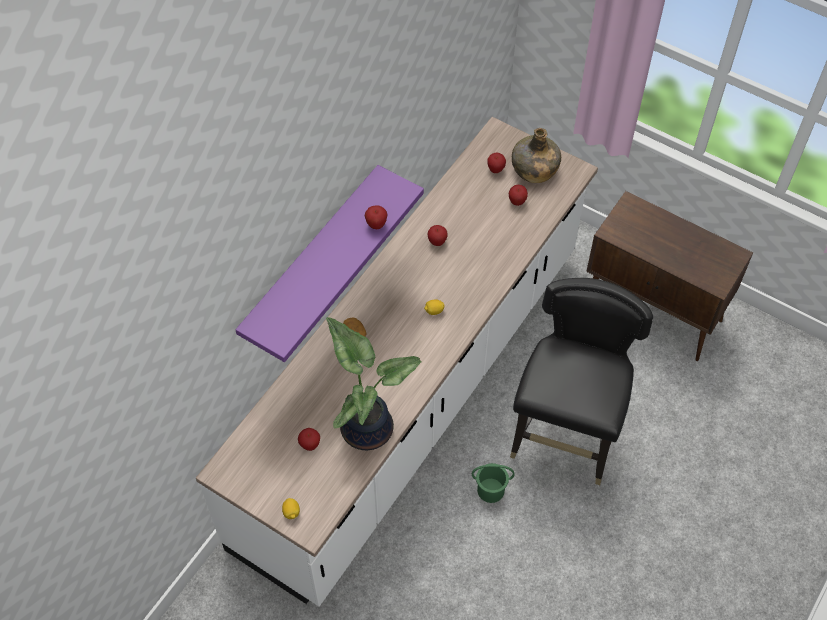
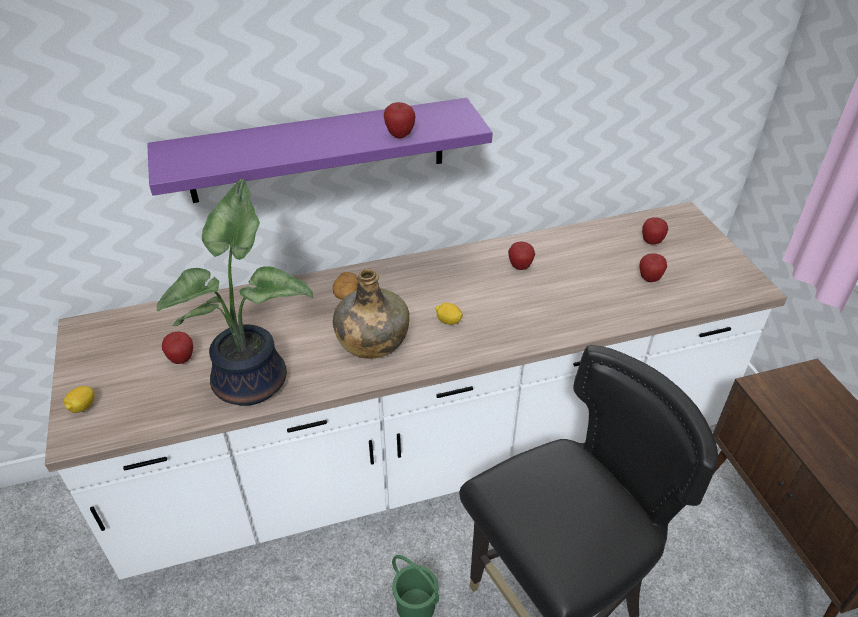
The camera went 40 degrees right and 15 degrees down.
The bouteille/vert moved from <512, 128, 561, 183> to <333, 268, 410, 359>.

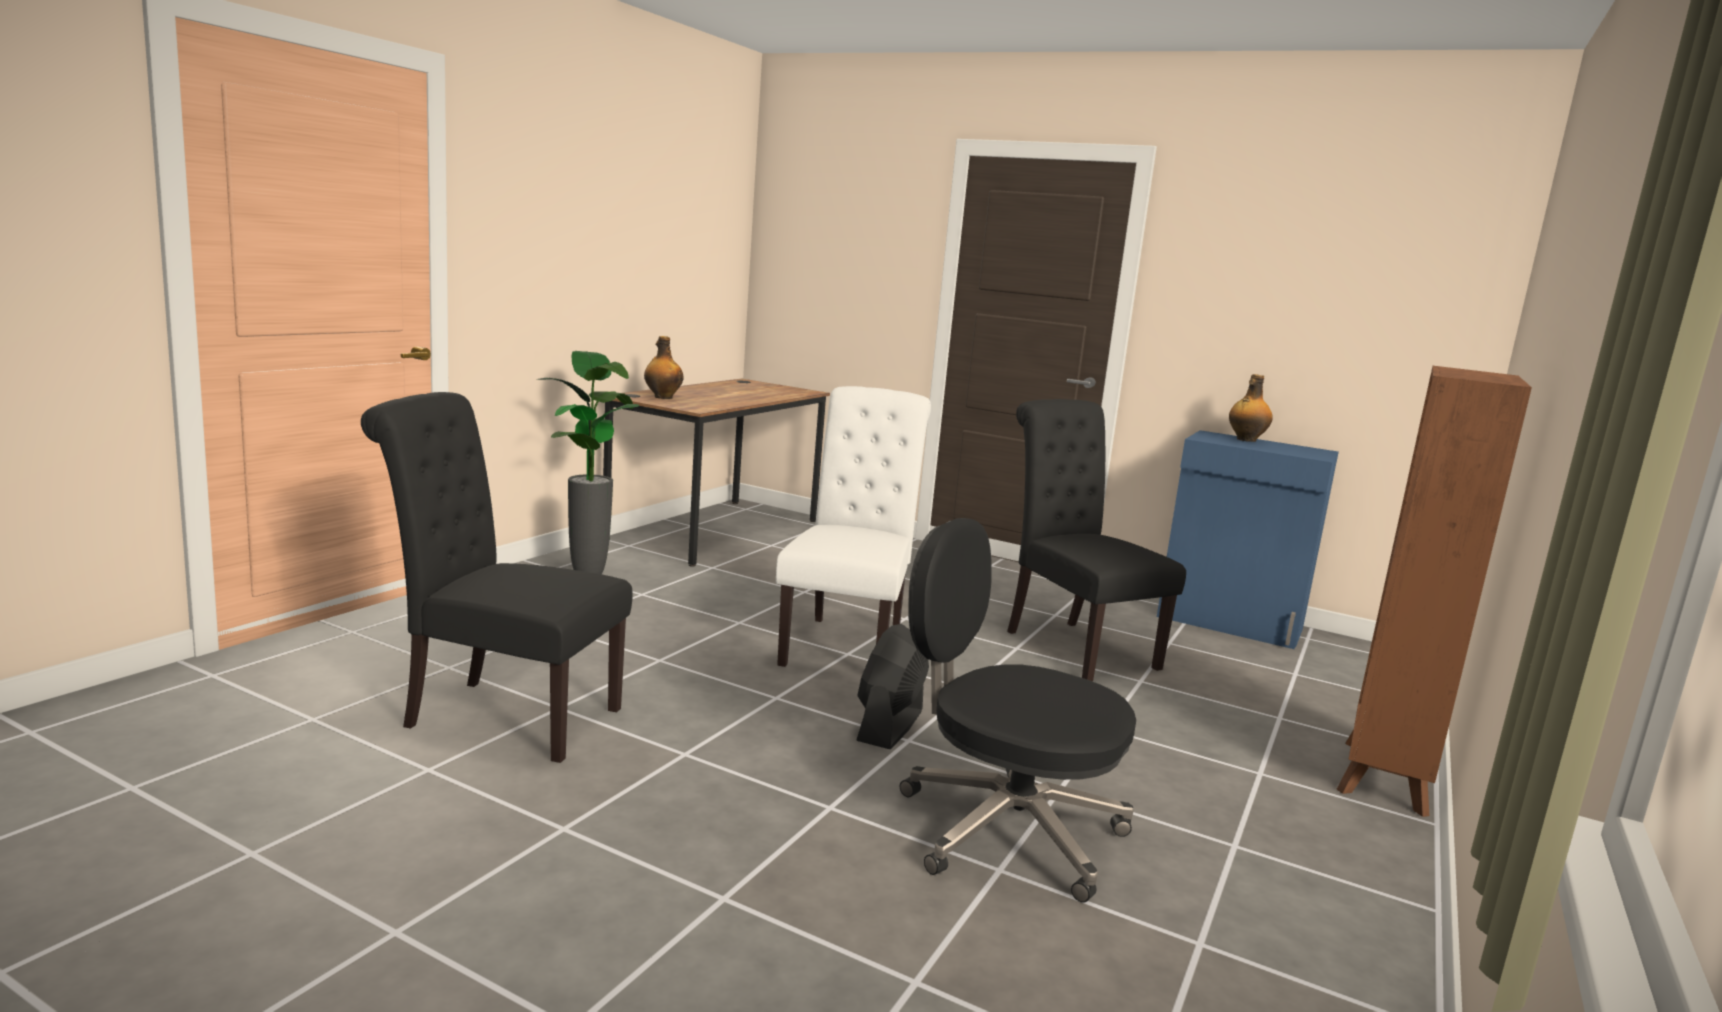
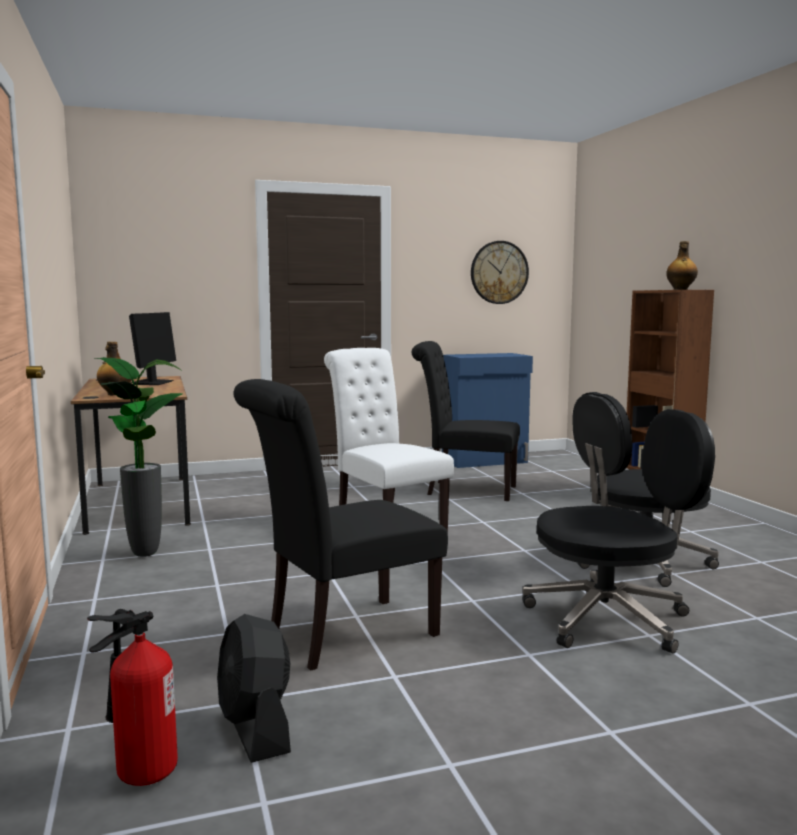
The camera went 45 degrees left and 5 degrees down.
The extincteur at <87, 609, 178, 786> appeared.
The écran d'ordinateur at <129, 312, 176, 385> appeared.
The ventilateur/noir moved from <857, 624, 929, 749> to <217, 614, 291, 763>.
The horloge murale at <471, 241, 529, 304> appeared.
The chaise de bureau/noir at <522, 409, 715, 654> appeared.
The bouteille moved from <1229, 374, 1273, 442> to <666, 241, 698, 290>.

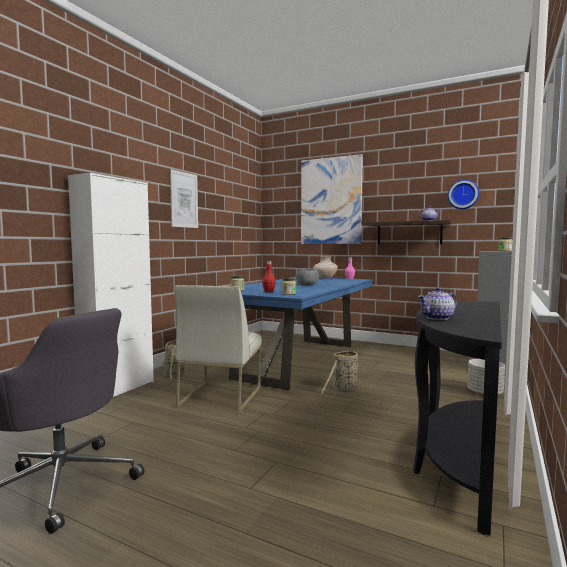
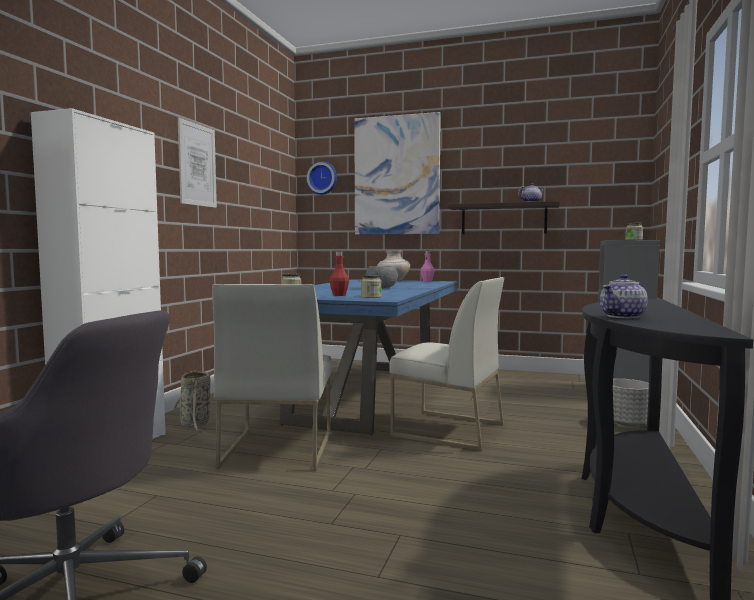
The camera went 10 degrees left and 0 degrees up.
The horloge murale moved from <448, 180, 479, 209> to <306, 161, 337, 195>.
The panier at <321, 351, 361, 398> was replaced by the chaise/blanc at <389, 277, 504, 451>.

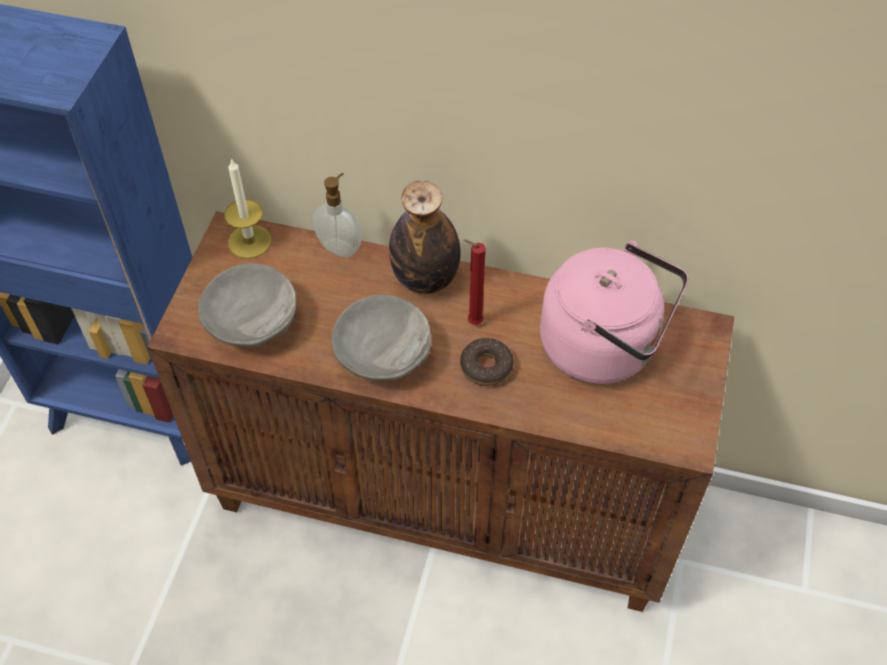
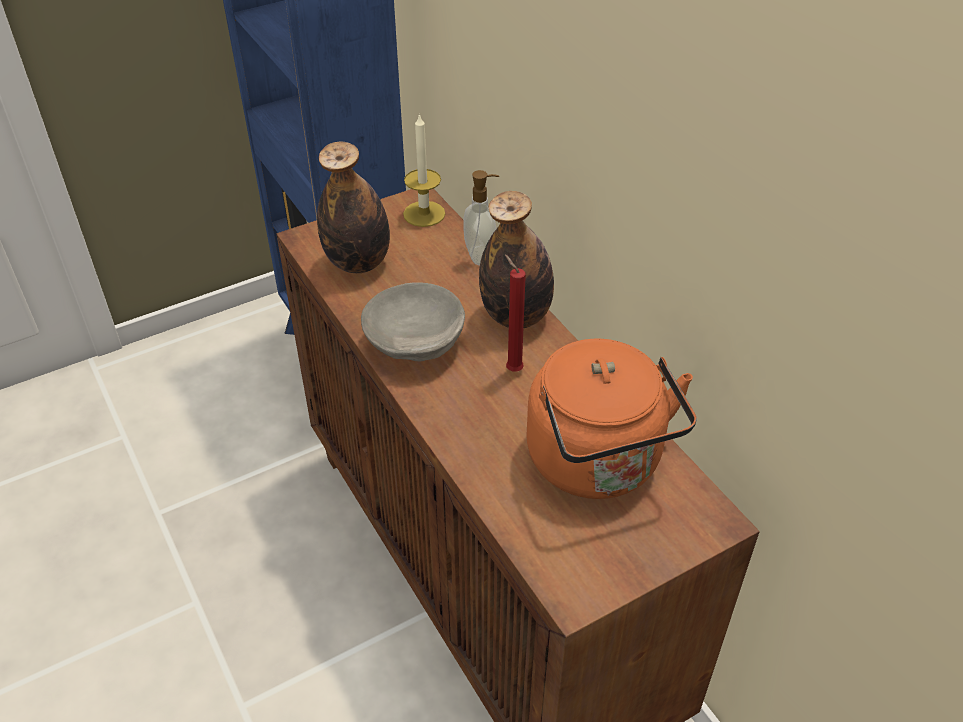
The camera went 45 degrees right and 10 degrees down.
The bol/gris at <198, 263, 296, 347> was replaced by the bouteille at <317, 142, 390, 273>.
The bouilloire/rose at <540, 241, 688, 384> became the bouilloire/orange at <527, 338, 697, 499>.
The beignet at <460, 338, 514, 386> disappeared.

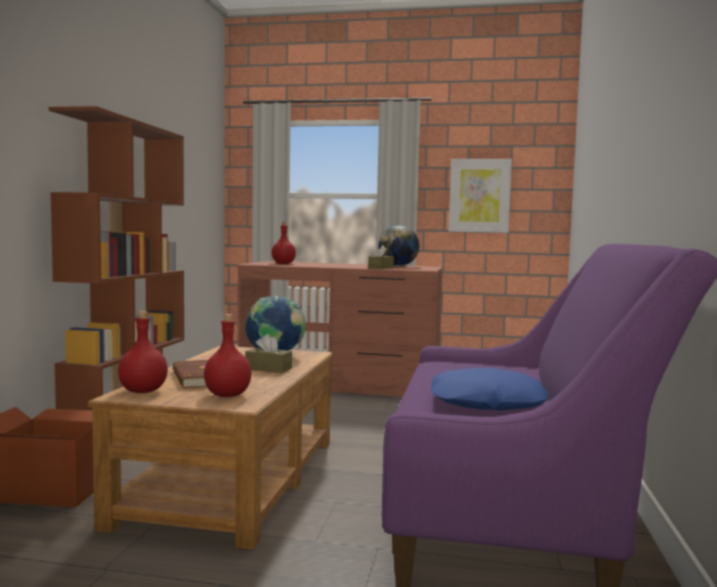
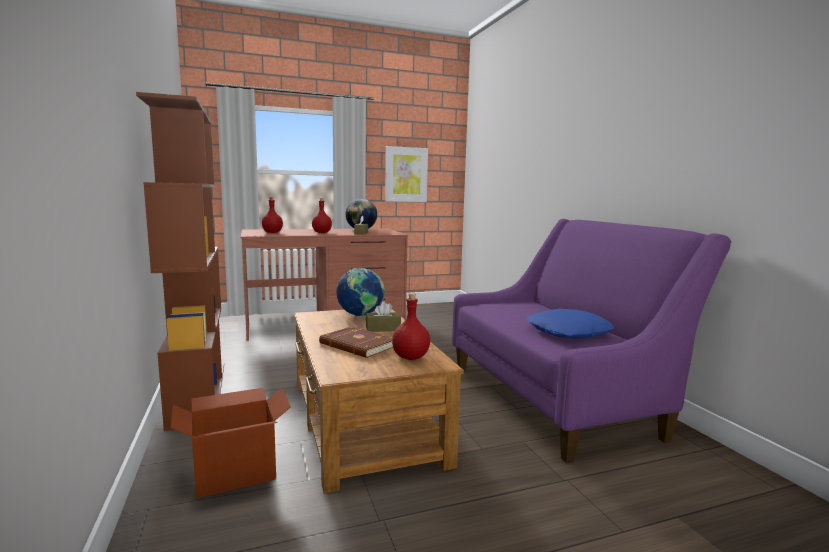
The camera went 30 degrees left and 5 degrees up.
The bouteille/rouge moved from <118, 311, 168, 393> to <312, 198, 332, 233>.

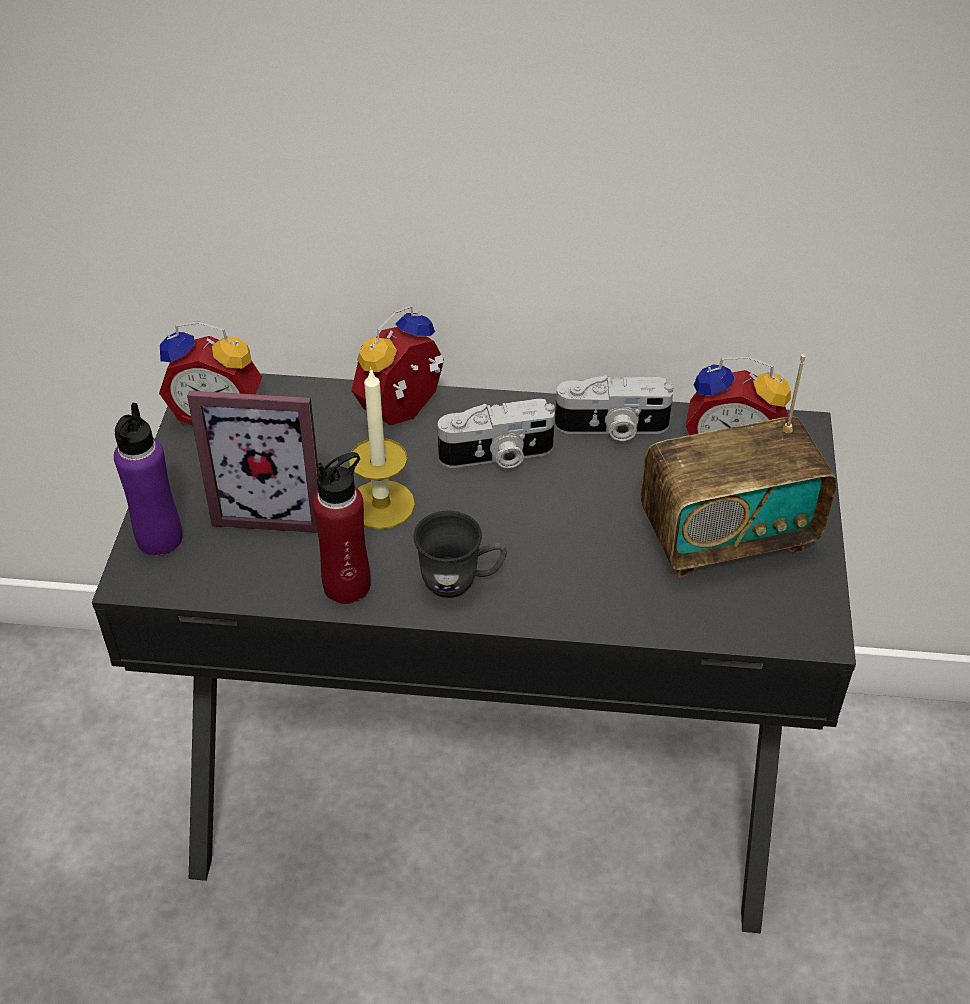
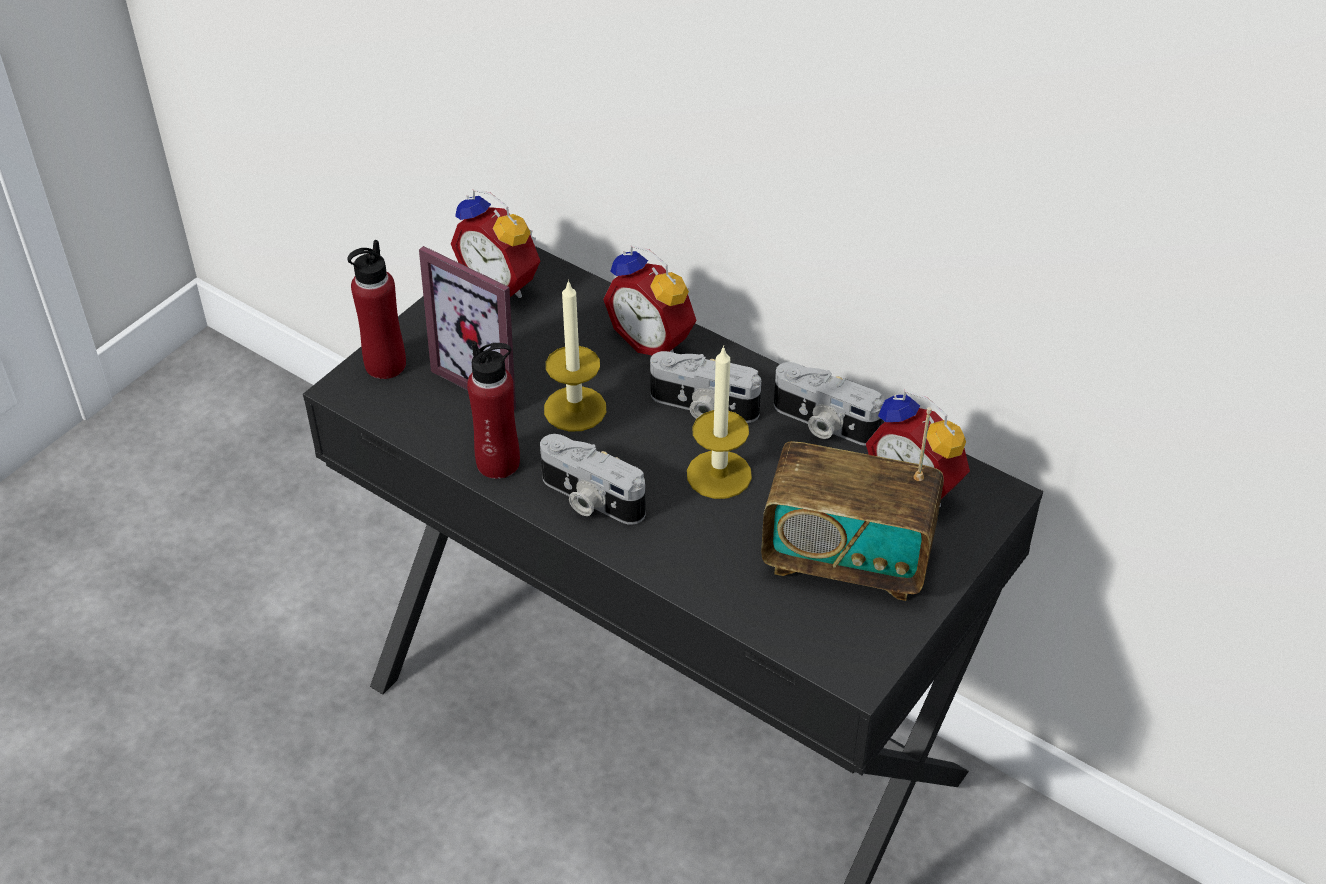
The camera went 30 degrees right and 0 degrees up.
The bouteille/violet at <114, 403, 183, 555> became the bouteille/rouge at <347, 240, 406, 379>.
The mug/gris at <413, 510, 507, 598> was replaced by the appareil photo at <540, 434, 646, 525>.
The réveil at <351, 305, 444, 426> turned 120 degrees counterclockwise.
The bougie at <687, 345, 752, 499> appeared.

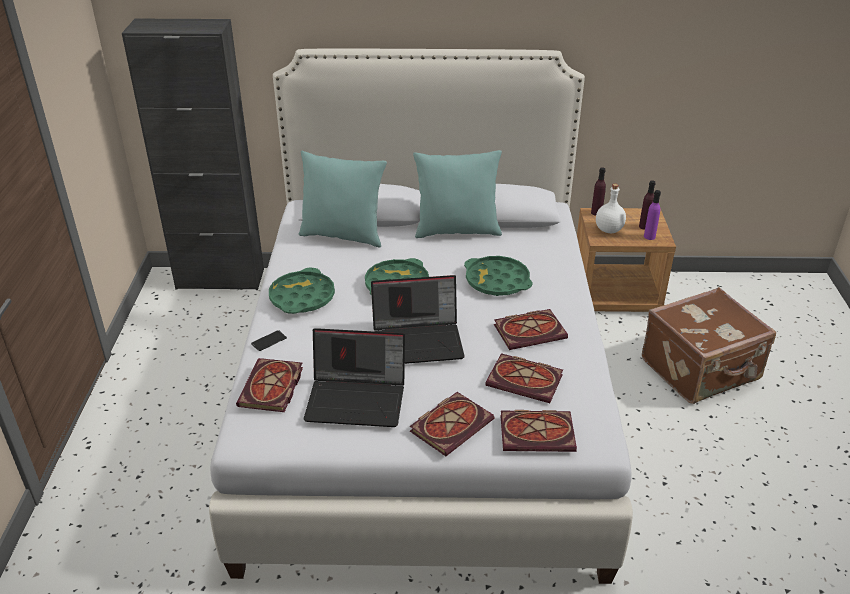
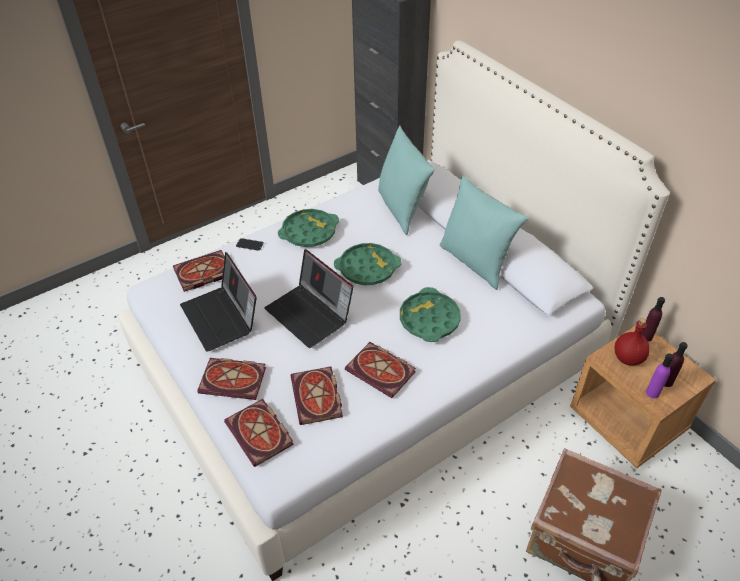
The camera went 55 degrees right and 10 degrees up.
The bouteille/blanc at <596, 184, 626, 233> became the bouteille/rouge at <615, 318, 650, 366>.

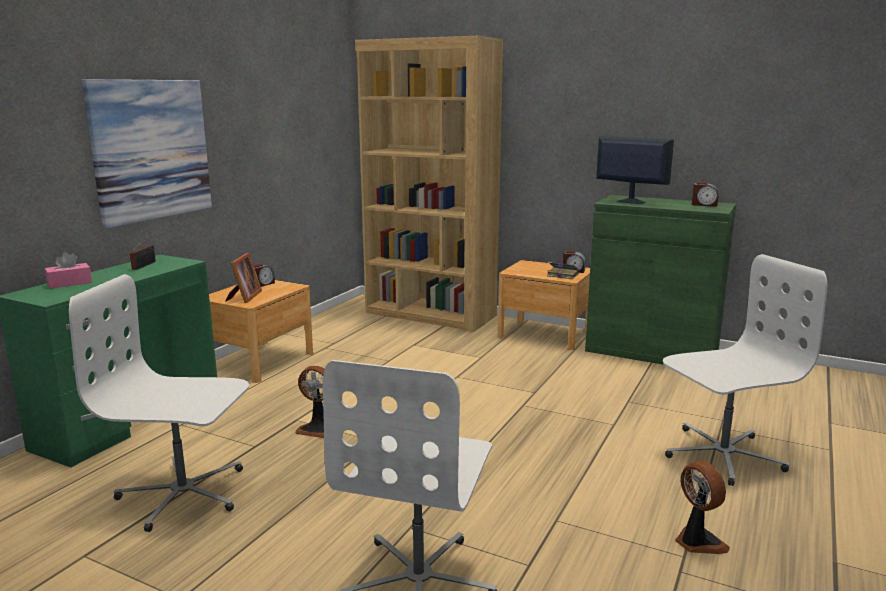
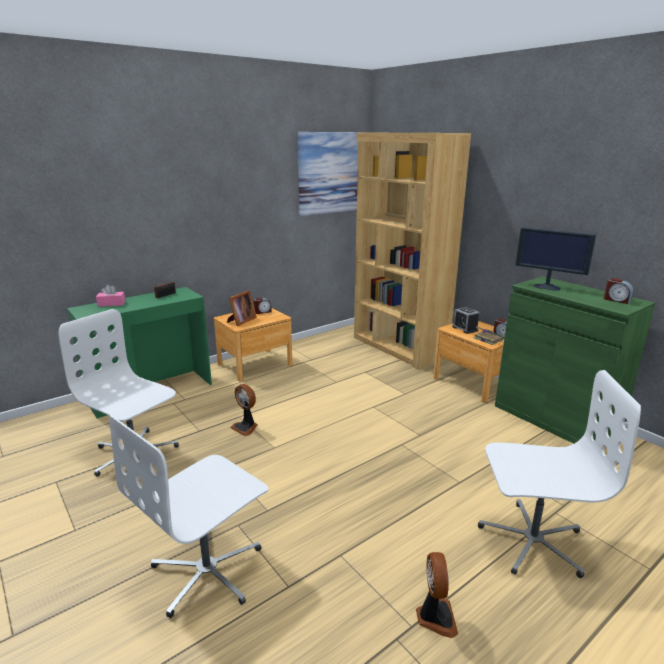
The camera went 25 degrees right and 5 degrees up.
The tableau moved from <81, 79, 212, 228> to <298, 132, 362, 216>.
The réveil at <453, 307, 479, 334> appeared.
The écran d'ordinateur at <596, 136, 674, 204> turned 150 degrees clockwise.

